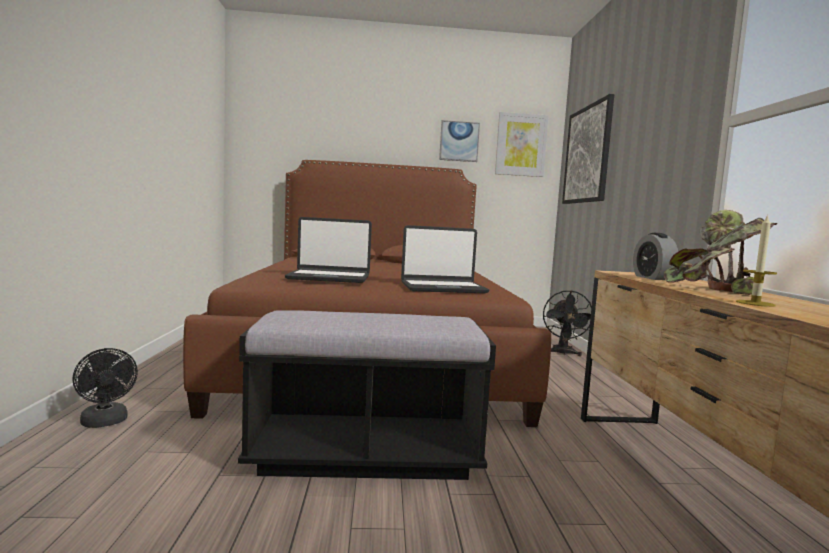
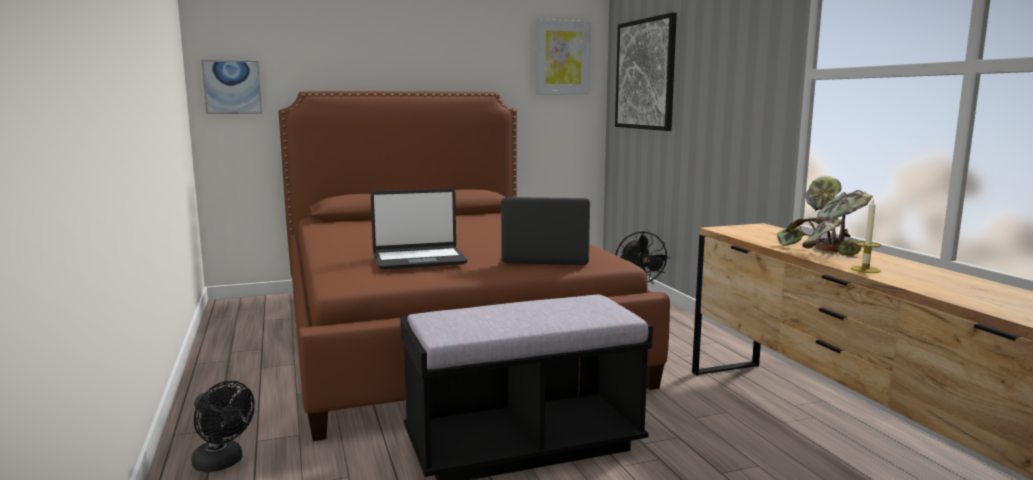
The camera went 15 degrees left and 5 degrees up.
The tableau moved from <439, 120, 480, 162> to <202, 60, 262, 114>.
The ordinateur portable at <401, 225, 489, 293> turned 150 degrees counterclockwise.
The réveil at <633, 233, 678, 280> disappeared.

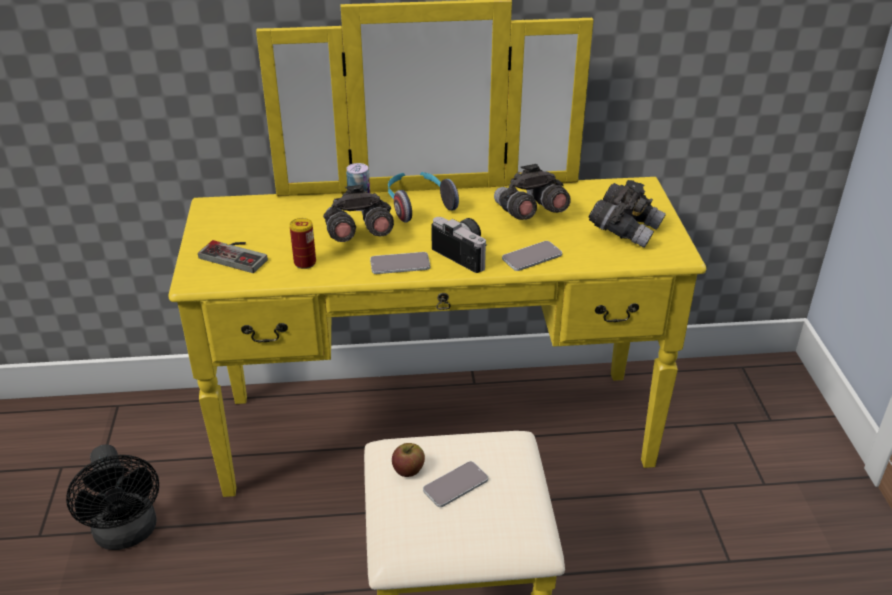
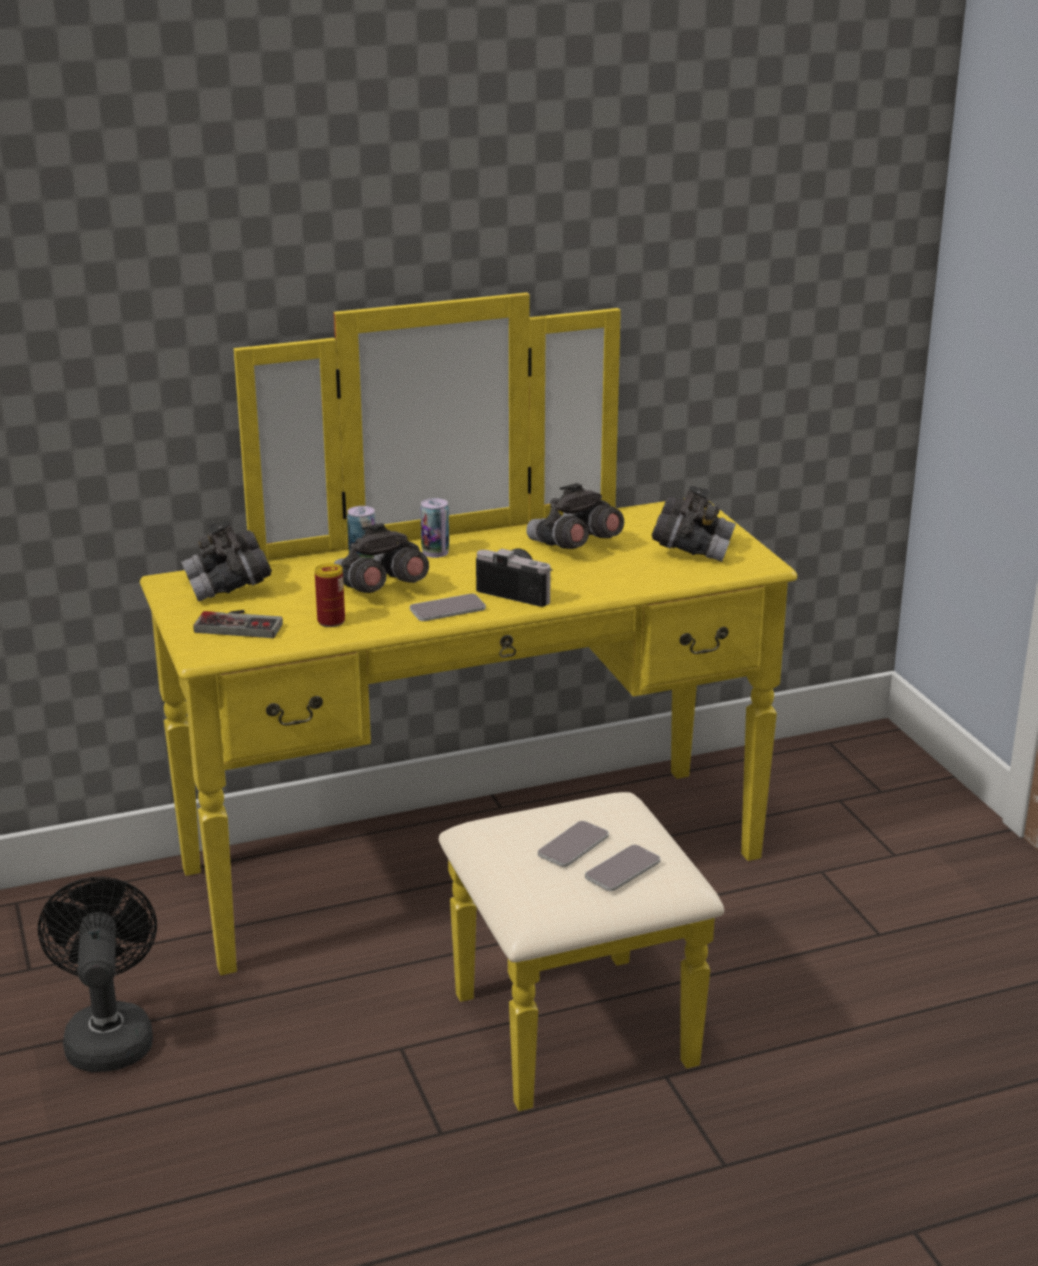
The camera went 15 degrees left and 10 degrees down.
The ventilateur/noir at <66, 444, 159, 550> turned 150 degrees counterclockwise.
The jumelles/gris at <181, 521, 272, 602> appeared.
The casque audio at <388, 172, 459, 223> was replaced by the boîte métallique at <420, 498, 449, 558>.
The téléphone moved from <502, 241, 562, 271> to <585, 845, 660, 891>.
The pomme at <392, 443, 425, 477> disappeared.

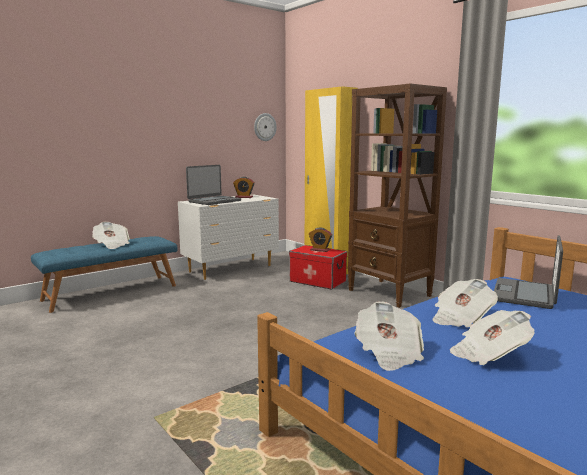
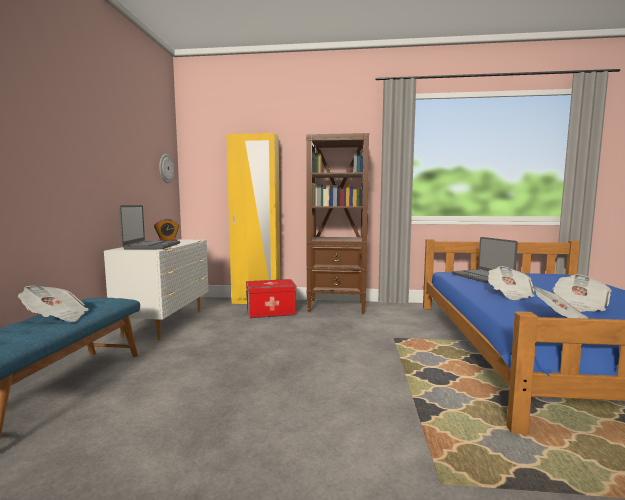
The camera went 45 degrees left and 5 degrees down.
The réveil at <309, 228, 332, 252> disappeared.

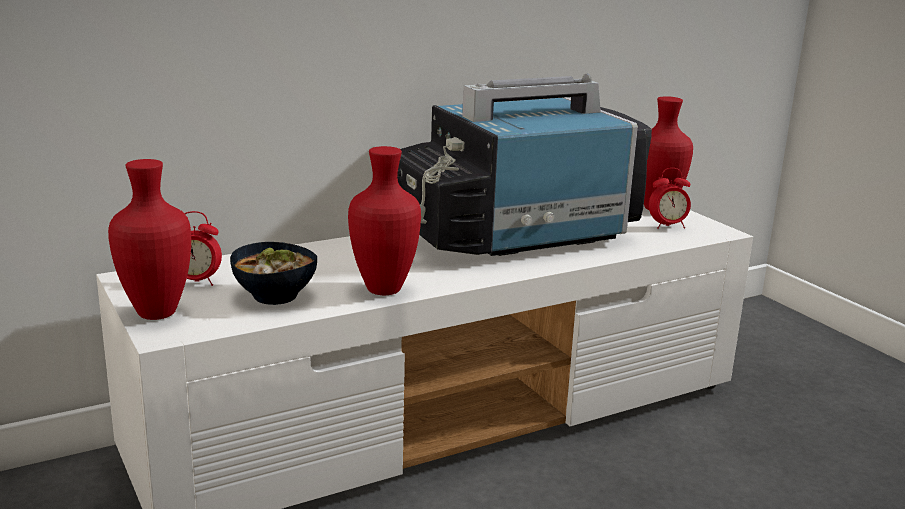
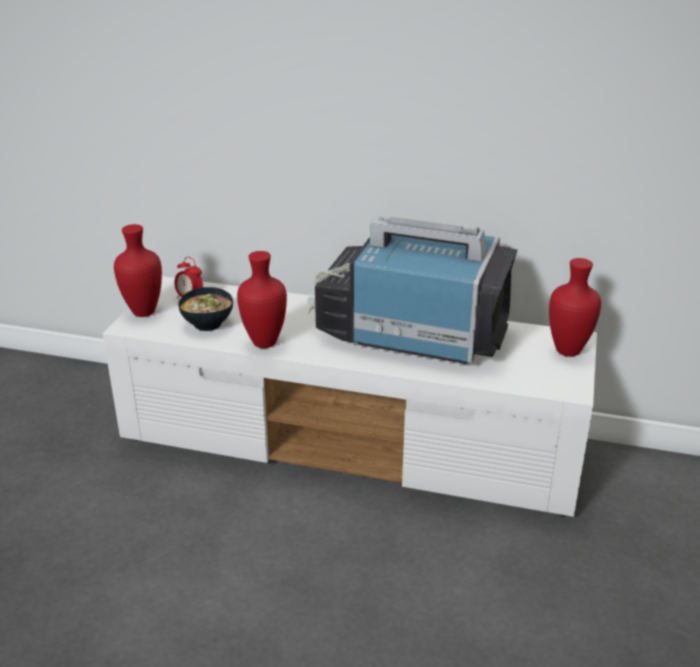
The camera went 45 degrees right and 10 degrees up.
The réveil at <649, 168, 691, 229> disappeared.

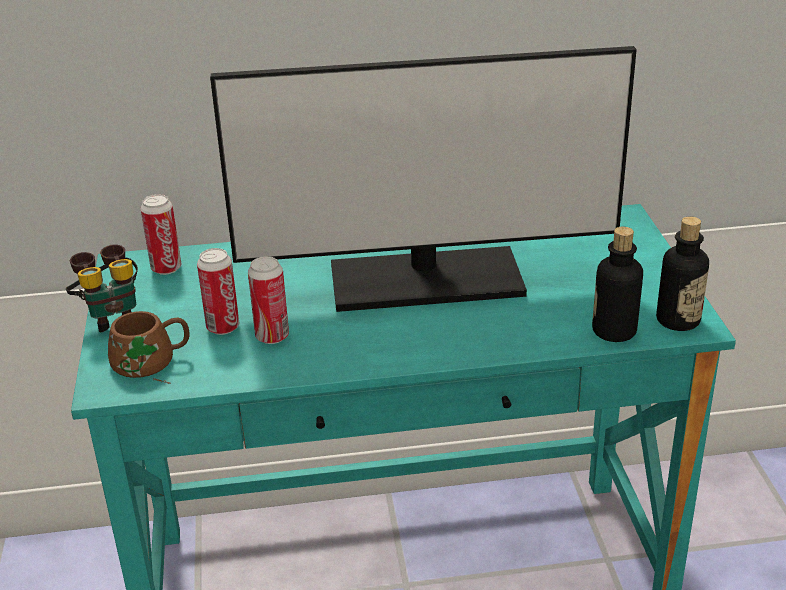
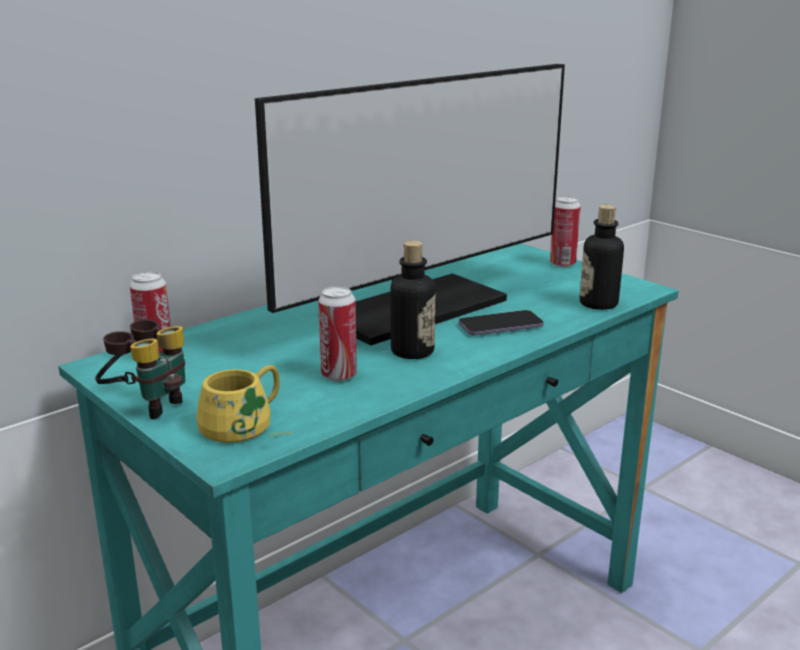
The camera went 35 degrees left and 10 degrees down.
The mug/marron at <108, 311, 190, 384> became the mug/jaune at <196, 365, 292, 443>.
The bouteille moved from <656, 216, 709, 331> to <390, 241, 435, 359>.
The téléphone at <459, 310, 544, 336> appeared.
The boîte métallique moved from <197, 248, 239, 335> to <550, 196, 581, 267>.

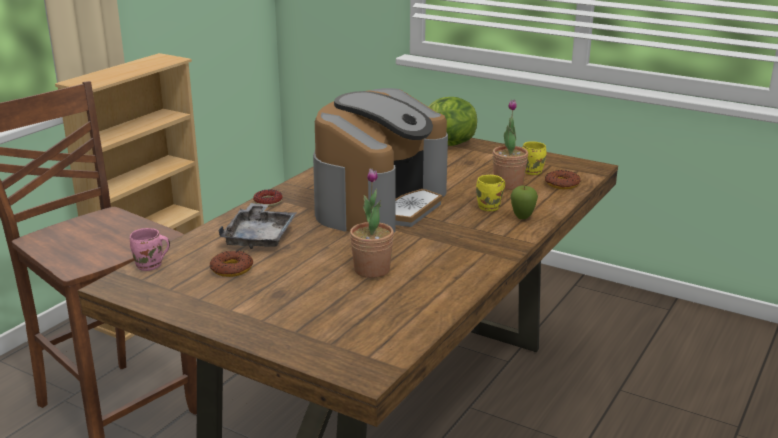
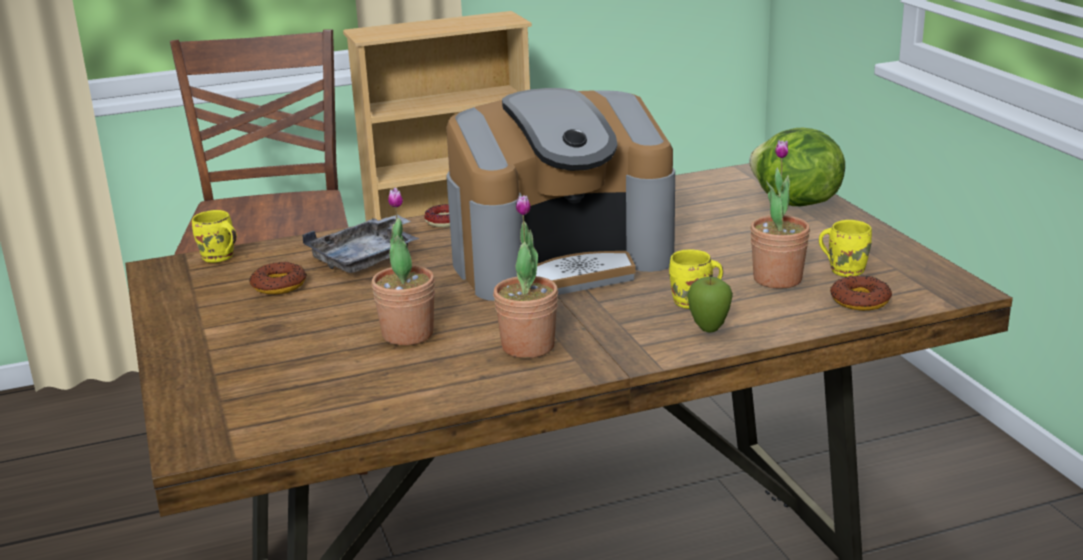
The camera went 40 degrees right and 0 degrees up.
The mug/rose at <130, 228, 170, 271> became the mug/jaune at <192, 210, 237, 263>.
The plante en pot at <493, 195, 558, 358> appeared.

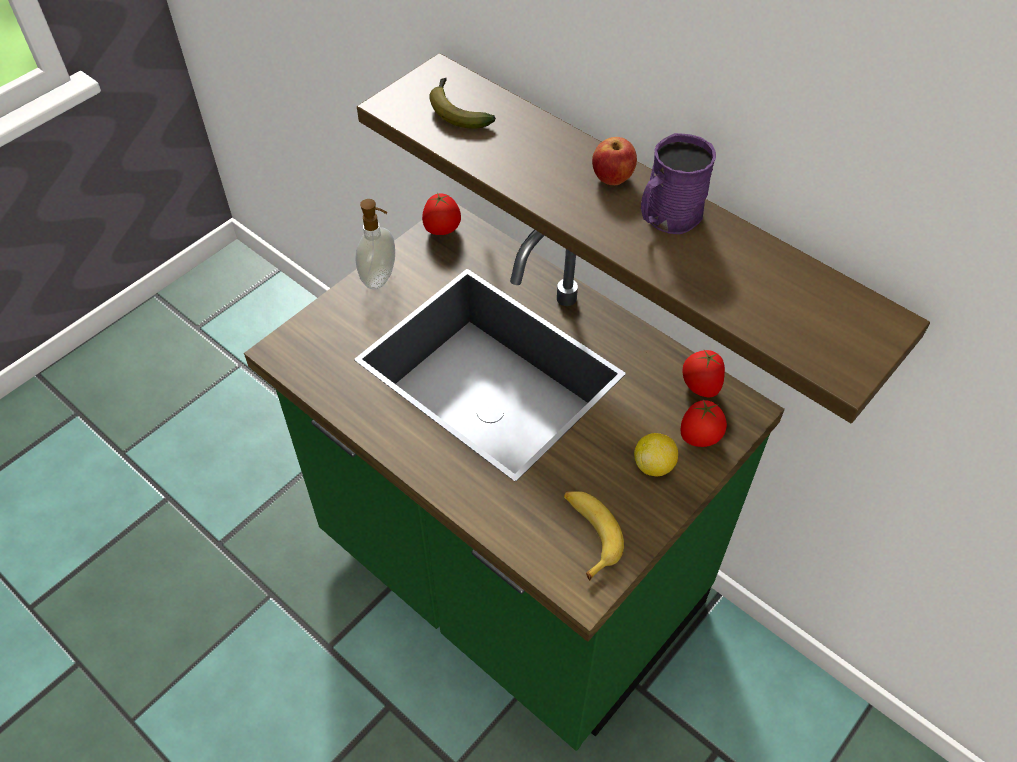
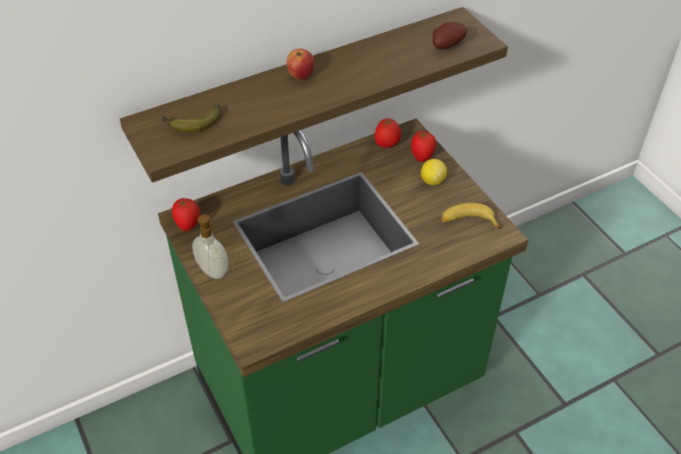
The camera went 70 degrees left and 5 degrees down.
The pomme de terre at <433, 22, 467, 50> appeared.
The mug/violet at <641, 133, 716, 234> disappeared.

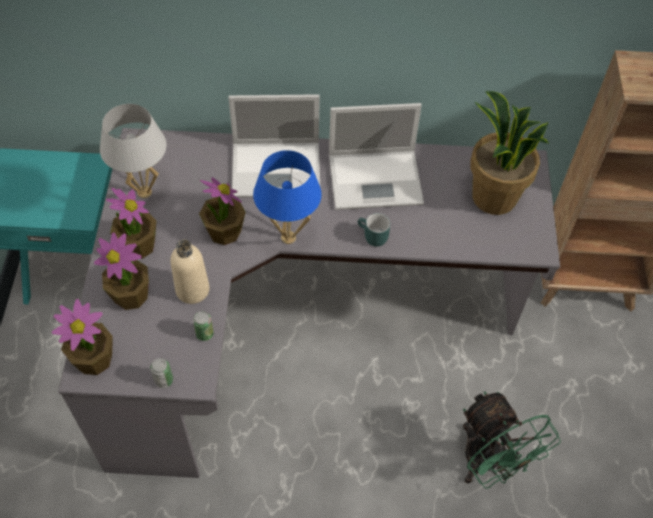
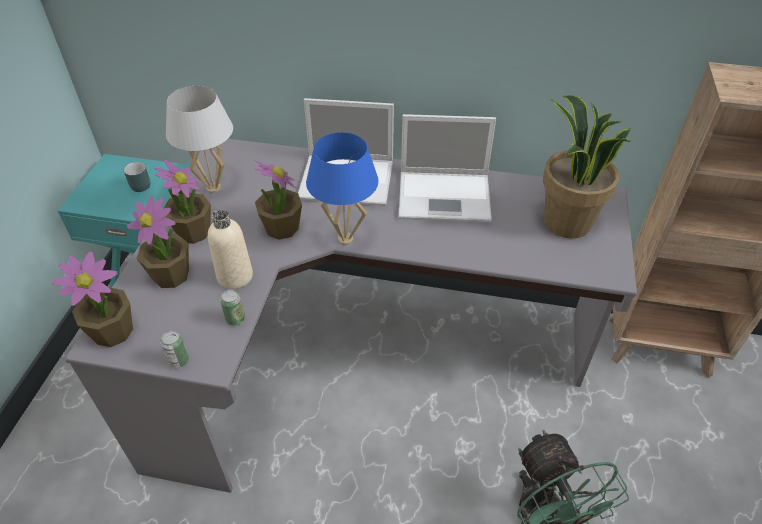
The camera went 10 degrees right and 10 degrees down.
The mug/turquoise moved from <358, 213, 390, 247> to <124, 162, 150, 192>.

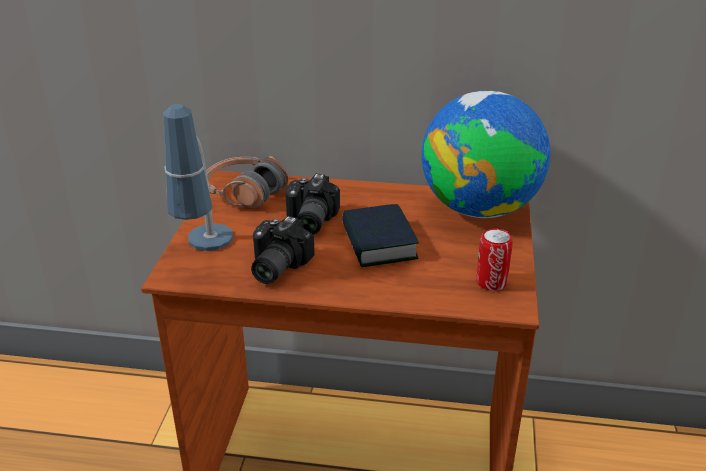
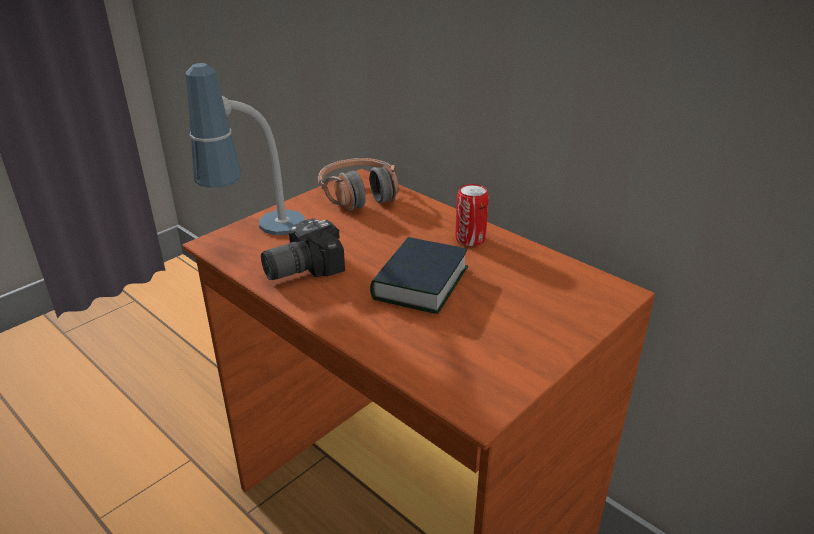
The camera went 35 degrees right and 0 degrees up.
The boîte métallique moved from <476, 228, 513, 291> to <455, 184, 489, 246>.
The appareil photo at <285, 174, 340, 235> disappeared.
The globe at <421, 90, 550, 218> disappeared.

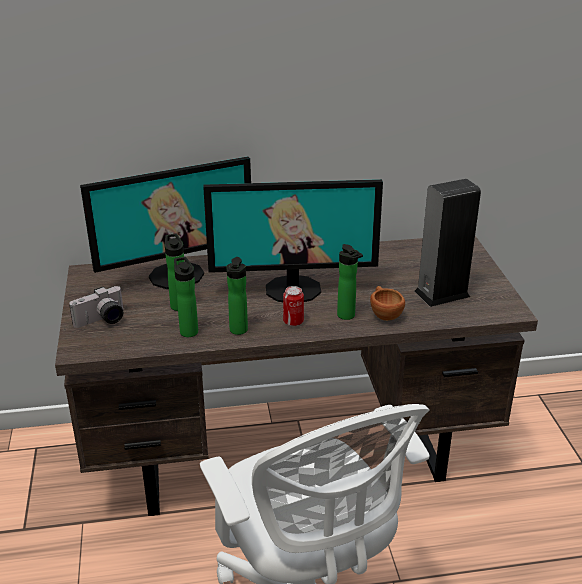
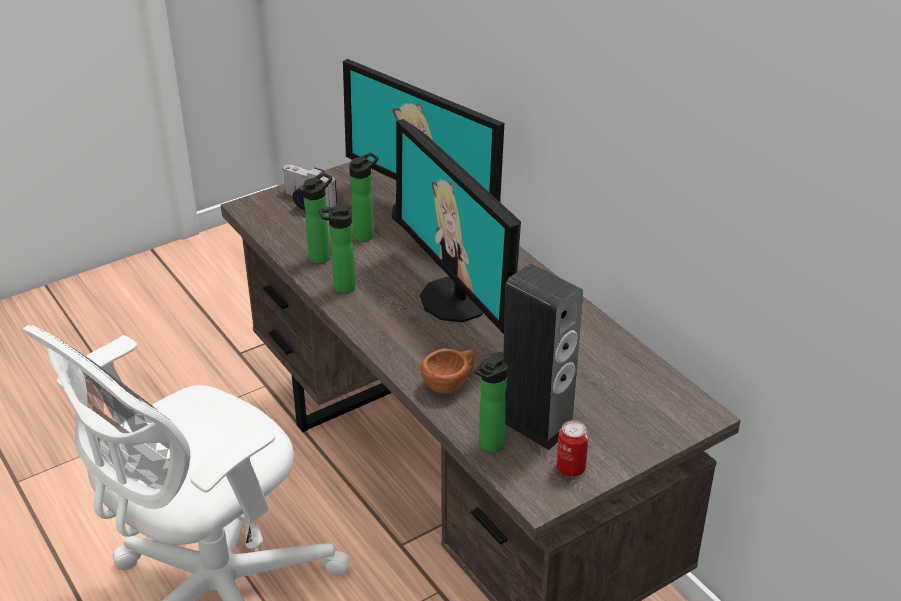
The camera went 65 degrees right and 5 degrees up.
The bouteille moved from <337, 244, 363, 320> to <474, 352, 507, 453>.
The boîte métallique moved from <283, 286, 304, 326> to <556, 420, 589, 477>.

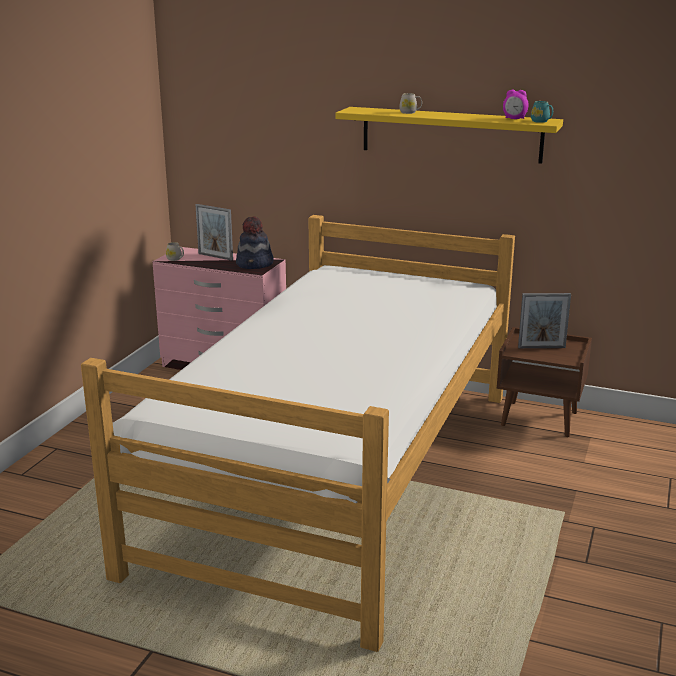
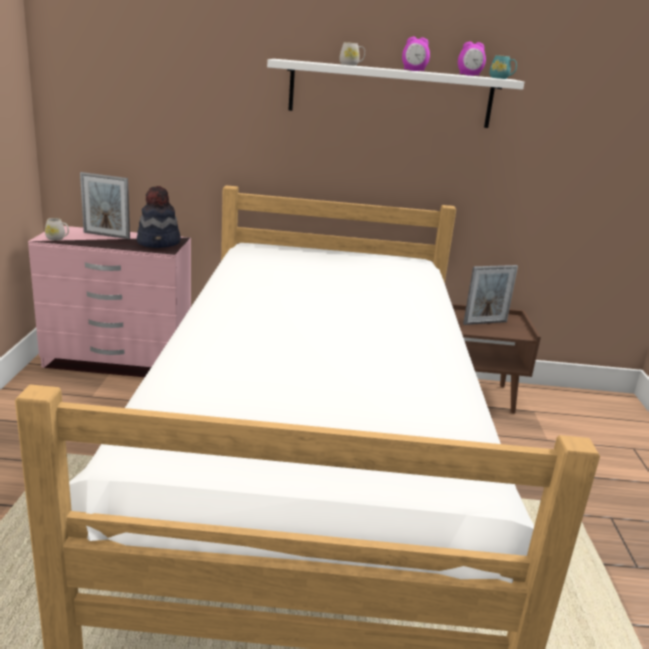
The camera went 20 degrees left and 0 degrees up.
The étagère/jaune at <335, 107, 563, 164> became the étagère/blanc at <267, 59, 524, 128>.
The réveil at <402, 37, 430, 71> appeared.

